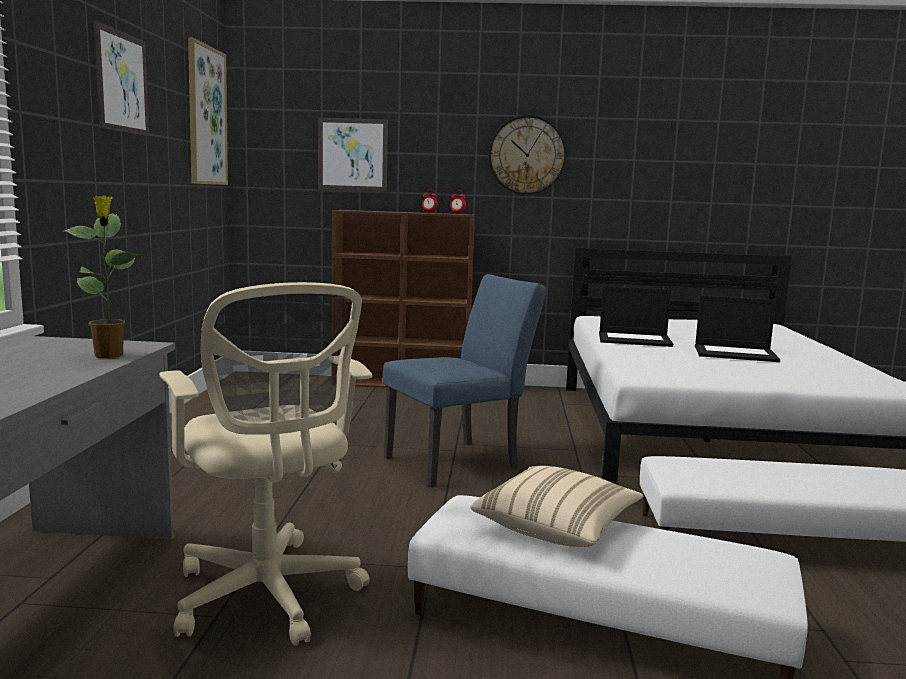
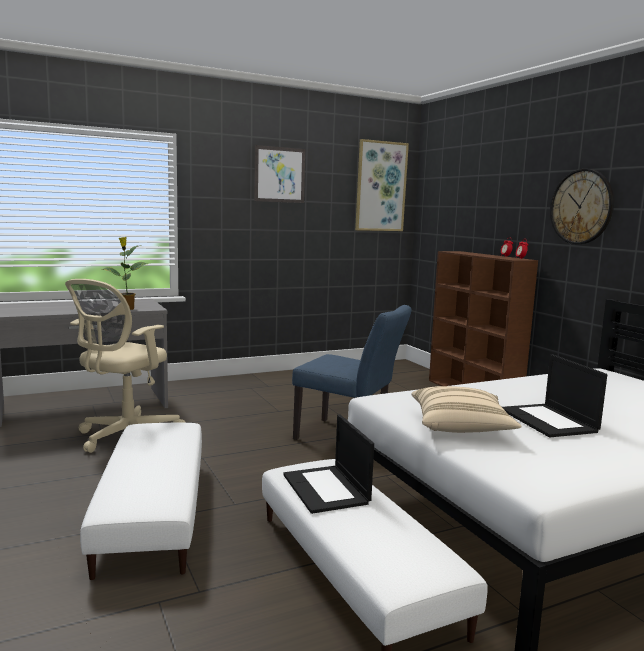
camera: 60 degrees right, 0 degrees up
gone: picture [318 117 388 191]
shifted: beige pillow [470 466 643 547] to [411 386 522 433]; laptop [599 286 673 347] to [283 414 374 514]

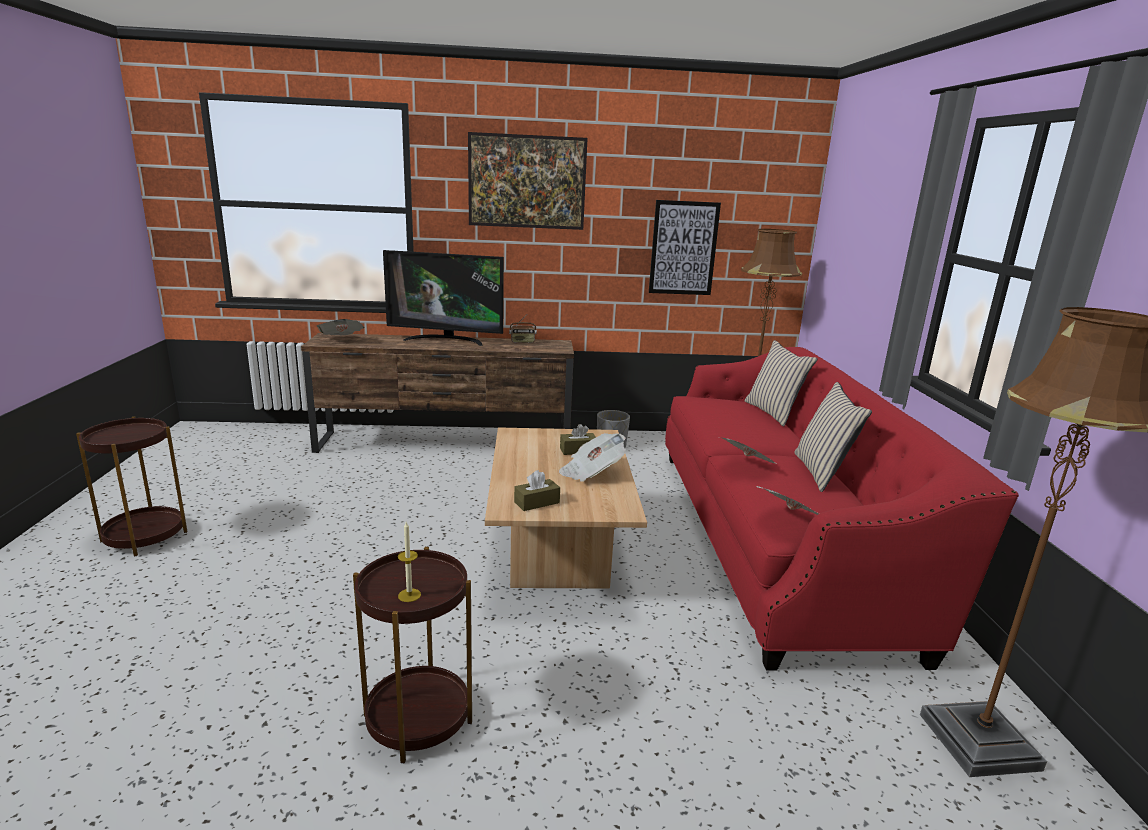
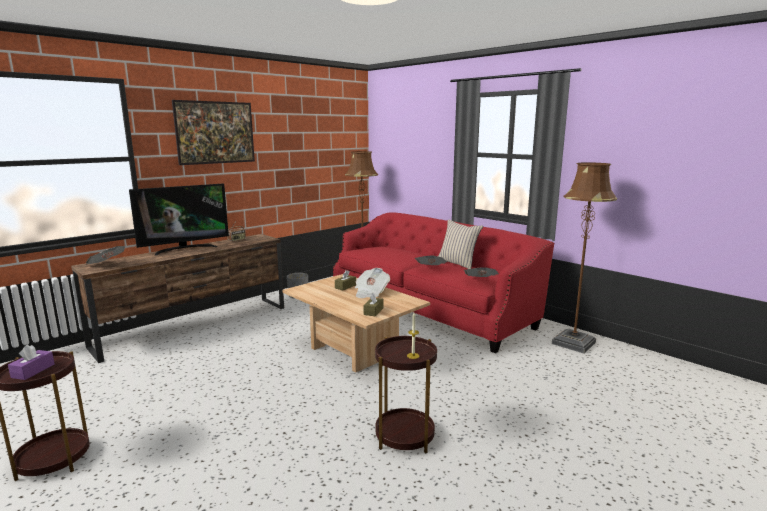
camera: 40 degrees left, 5 degrees down
gone: picture [649 200 721 295]; beige pillow [745 340 818 427]
new: purple tissue box [8 345 55 380]

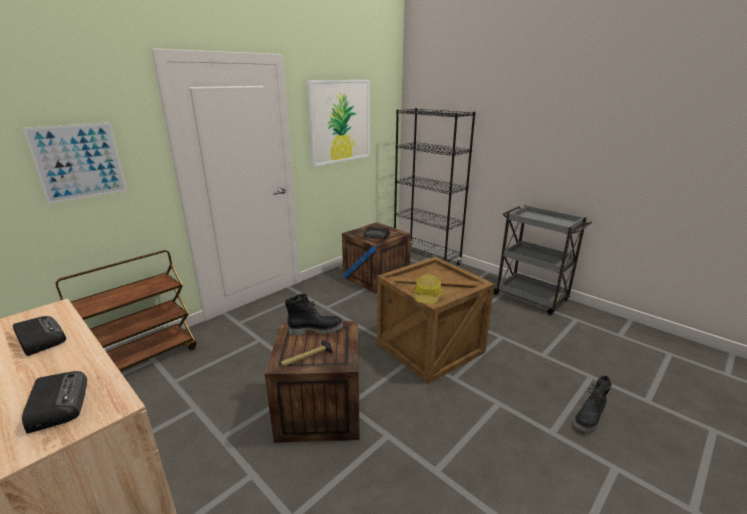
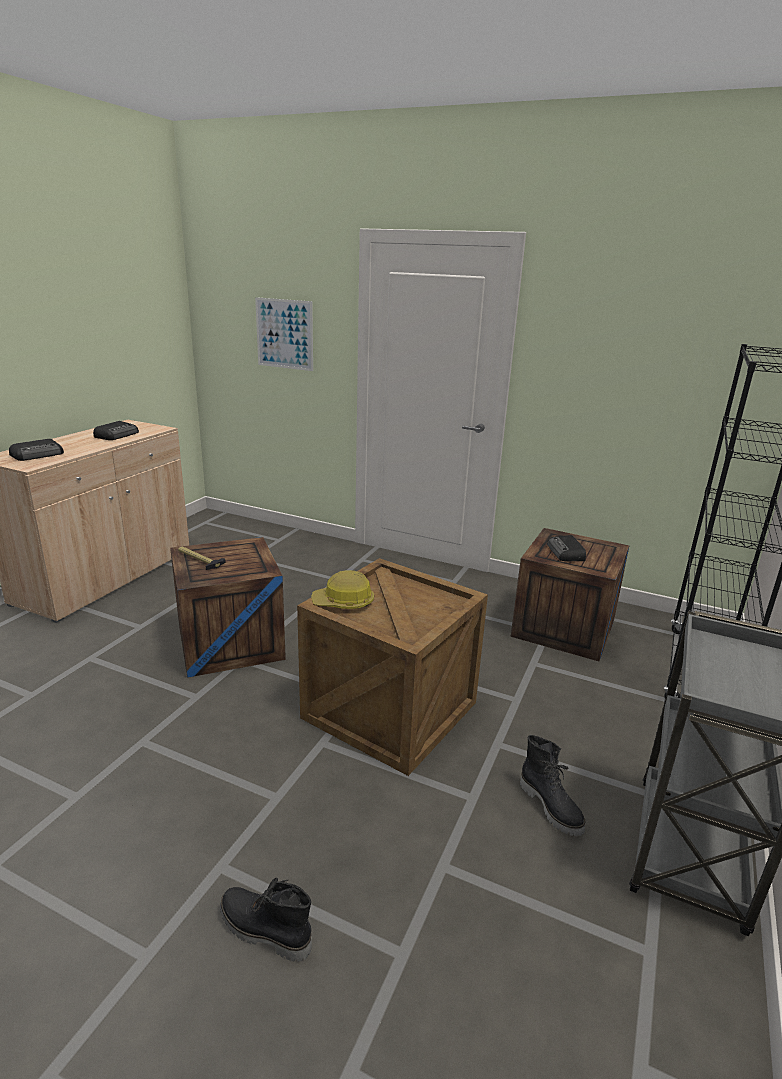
camera: 70 degrees right, 0 degrees up
gone: brown cart [56 250 196 371]; picture [307 80 370 167]
shifted: black boot [285 293 343 336] to [520 735 585 836]

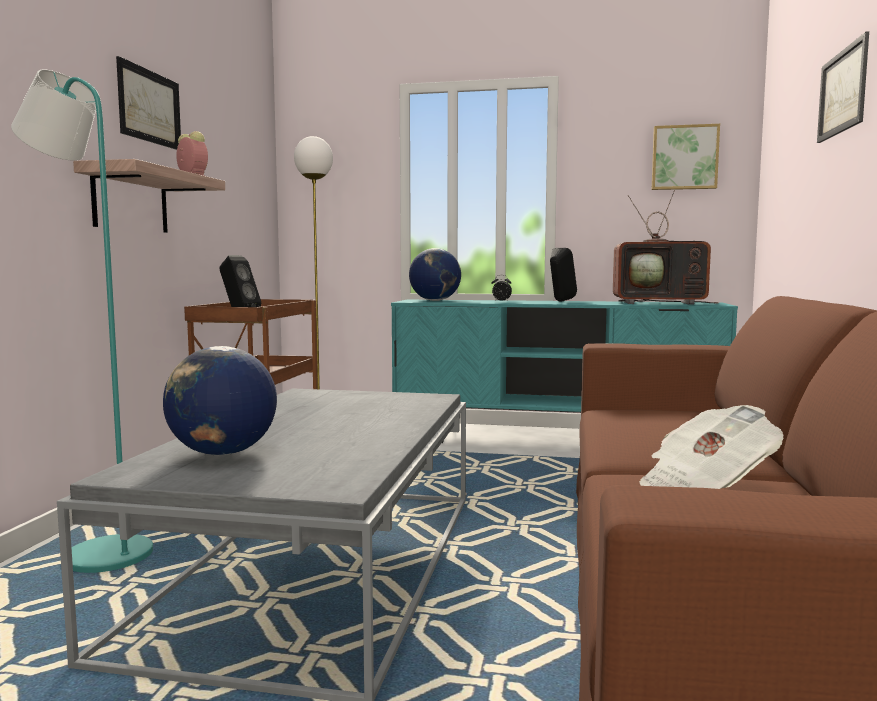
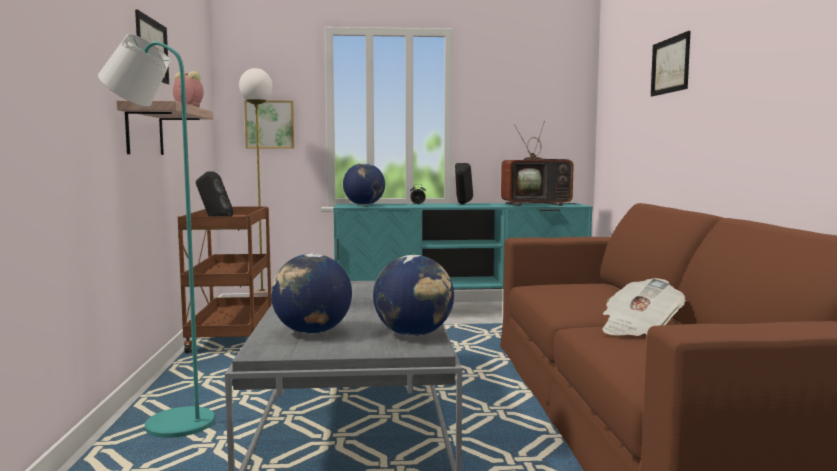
camera: 15 degrees left, 0 degrees up
new: globe [373 255 454 336]
shifted: picture [652 124 720 190] to [244 100 294 149]

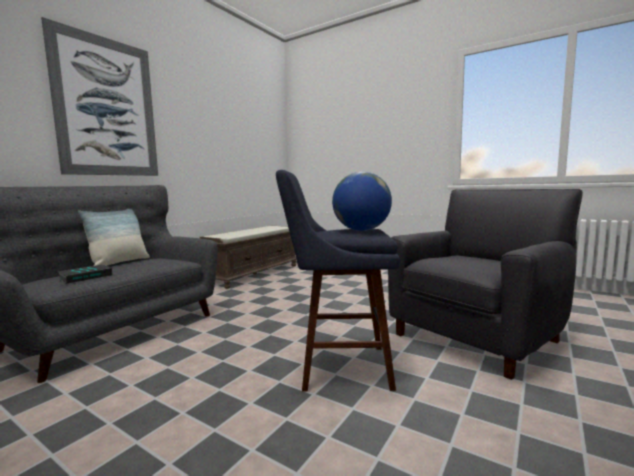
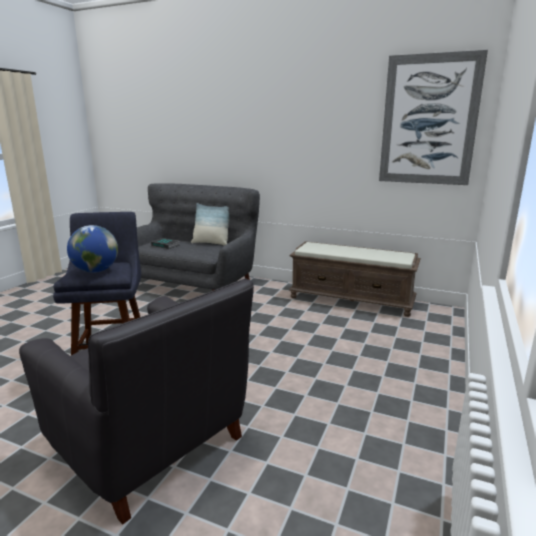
camera: 80 degrees right, 10 degrees up
shifted: picture [41 17 158 176] to [379 50 488 185]

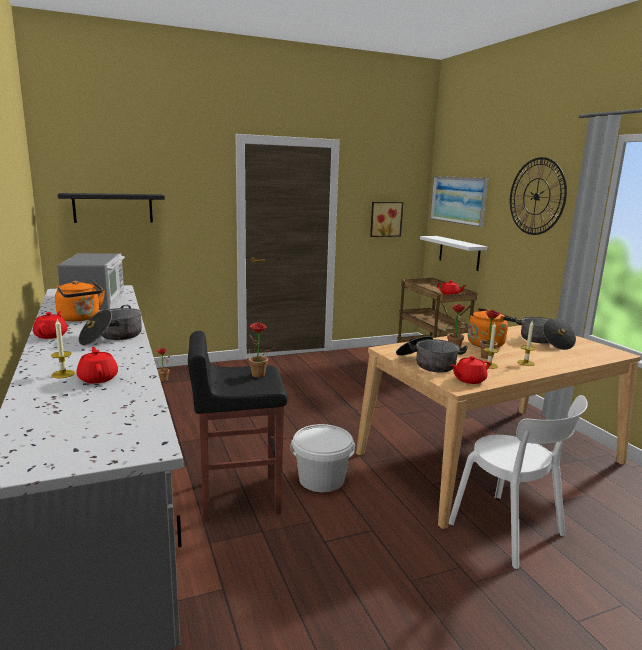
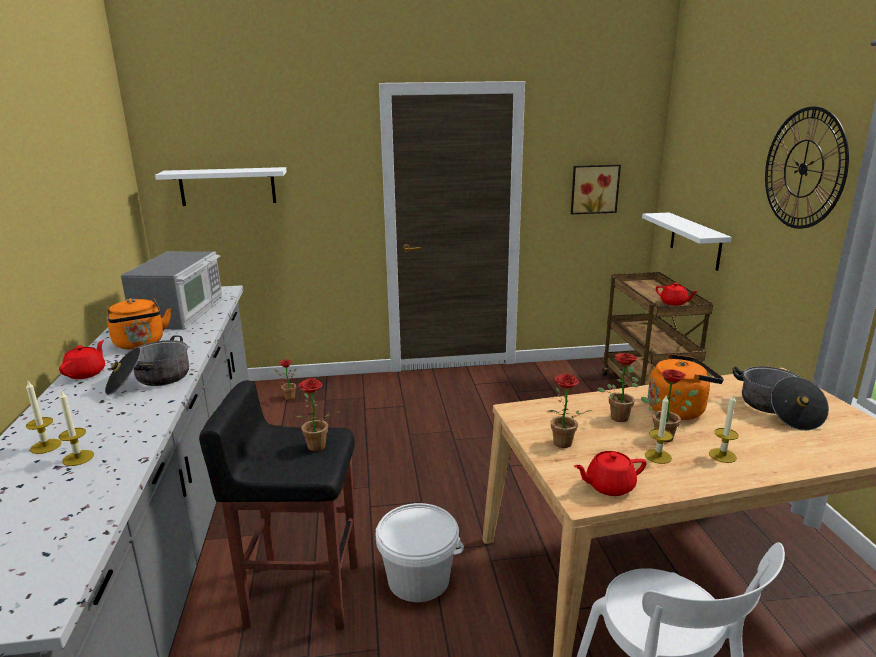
camera: 15 degrees right, 5 degrees up
gone: picture [430 176 488 227]
swapped: red teapot [76 347 118 384] to candle [58 390 94 466]; cooking pot [396 336 468 372] to potted plant [546 373 592 448]
repainted: black shelf [58 193 165 223] to white shelf [155 167 287 206]

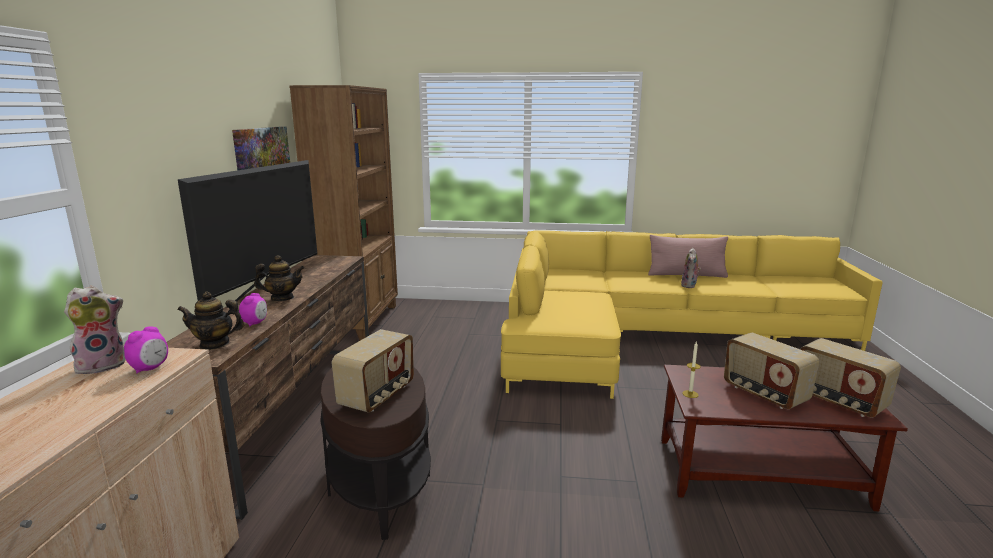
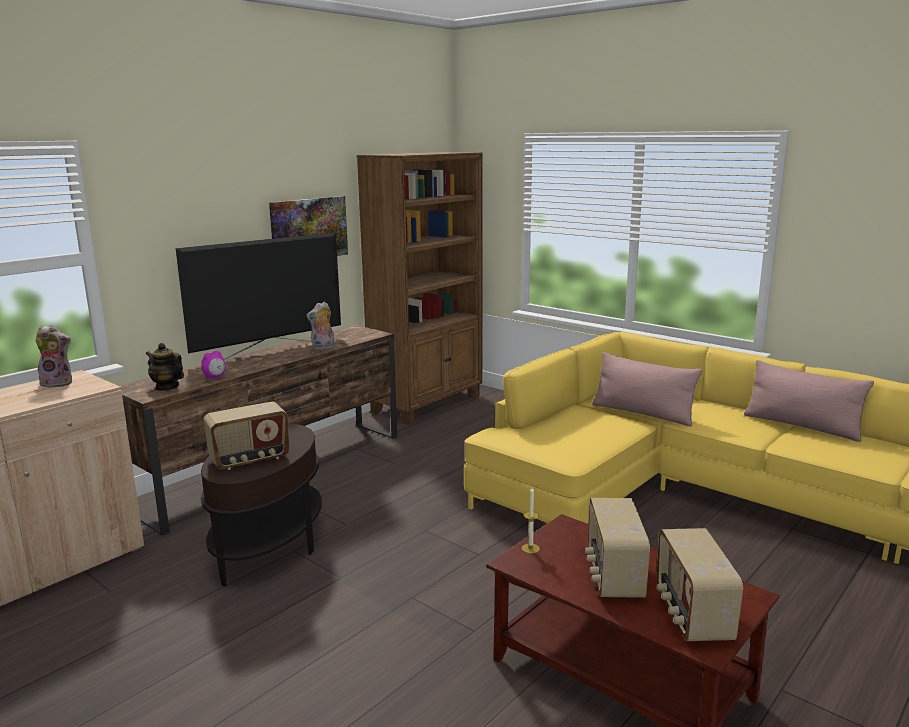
camera: 35 degrees right, 0 degrees up
gone: alarm clock [124 326 168 374]; teapot [254 255 304 301]
new: pink pillow [592 352 702 427]
shifted: plush toy [681 248 701 288] to [306 302 335 350]

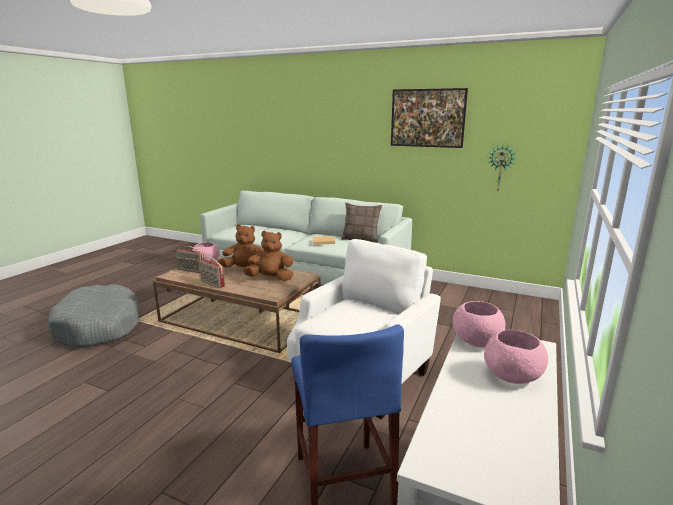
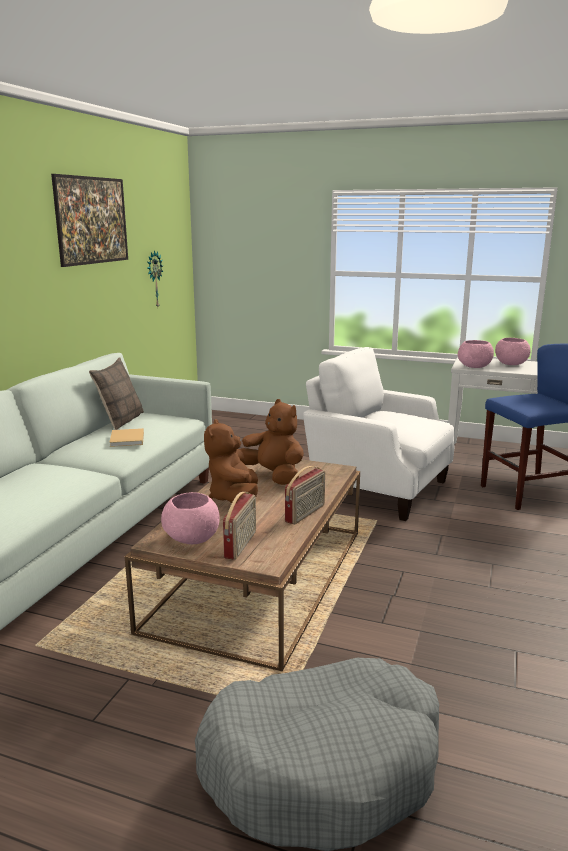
camera: 95 degrees left, 0 degrees up
rotated: brown plush toy [243 231 294 281] = [239 399 304 485] 135 degrees clockwise

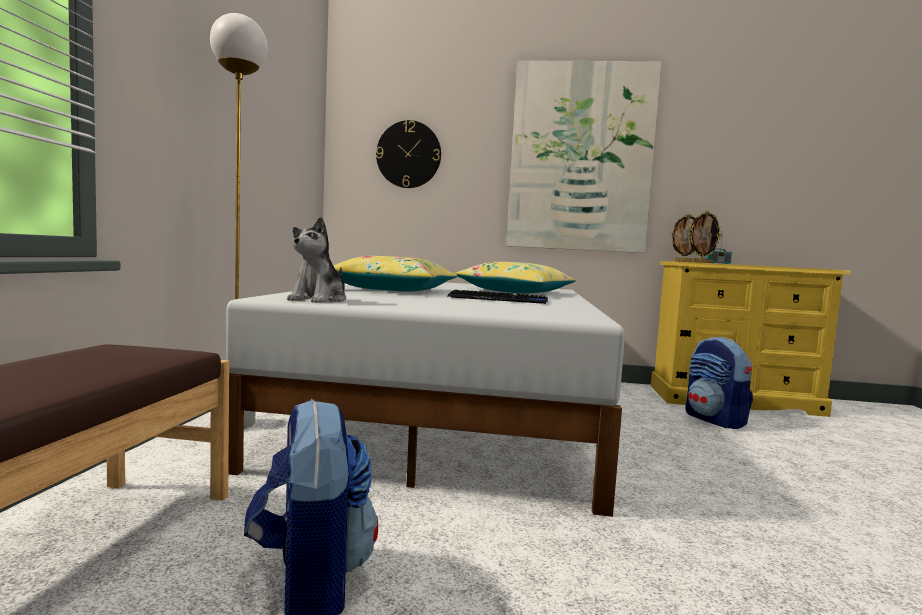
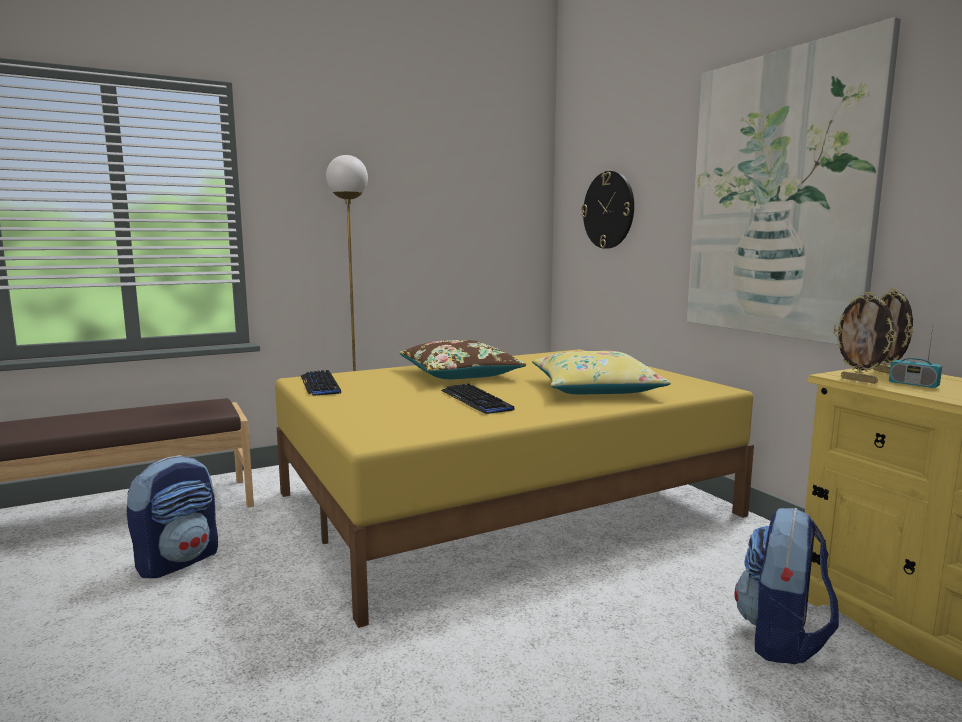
camera: 55 degrees right, 5 degrees up
swapped: plush toy [287 217 346 303] to keyboard [301 370 341 396]
repainted: white bed [226 282 625 517] to yellow bed [275 349 754 628]; yellow pillow [333 256 458 292] to brown pillow [399 340 526 379]

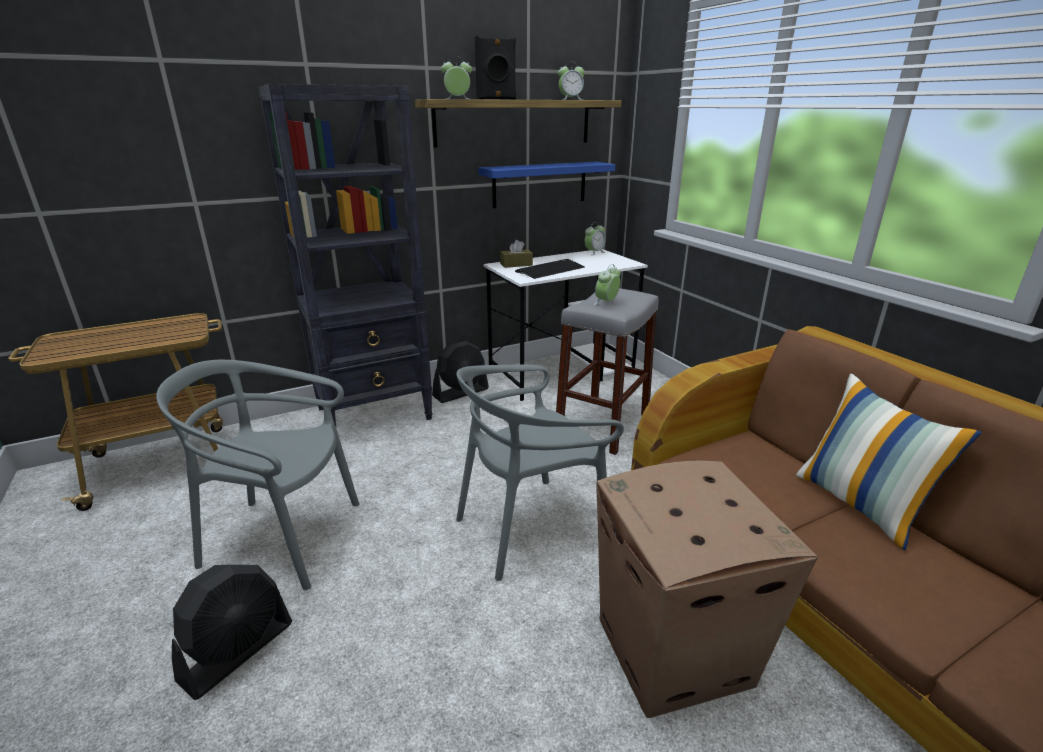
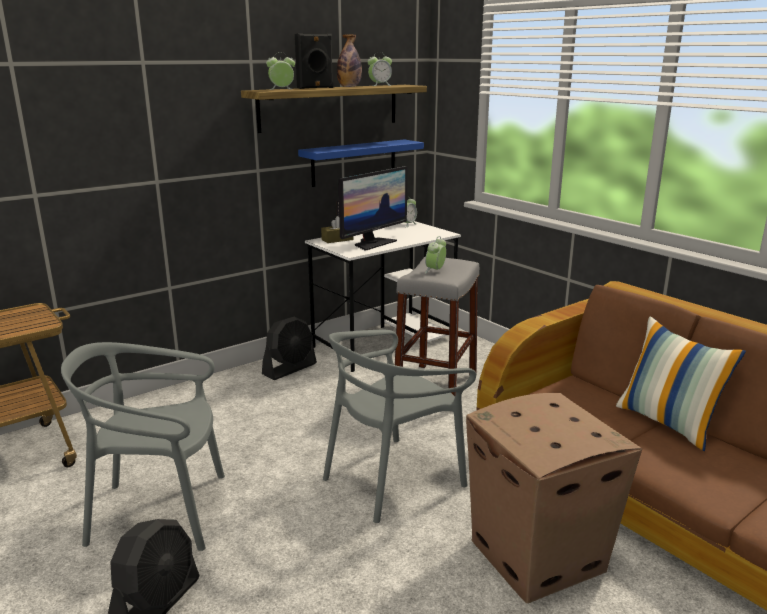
camera: 10 degrees left, 5 degrees down
gone: black bookcase [259 84 433 426]
new: bottle [337 34 362 87]
swapped: keyboard [515 259 585 279] to monitor [336 166 407 251]

